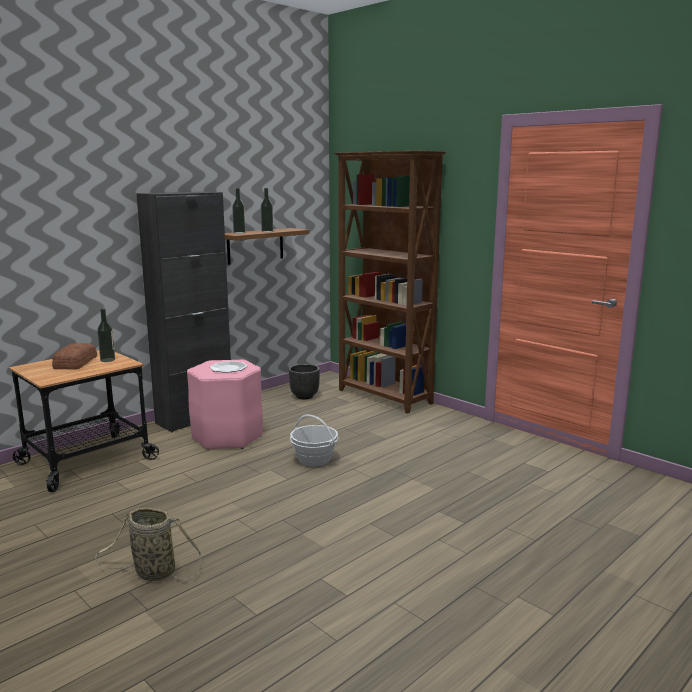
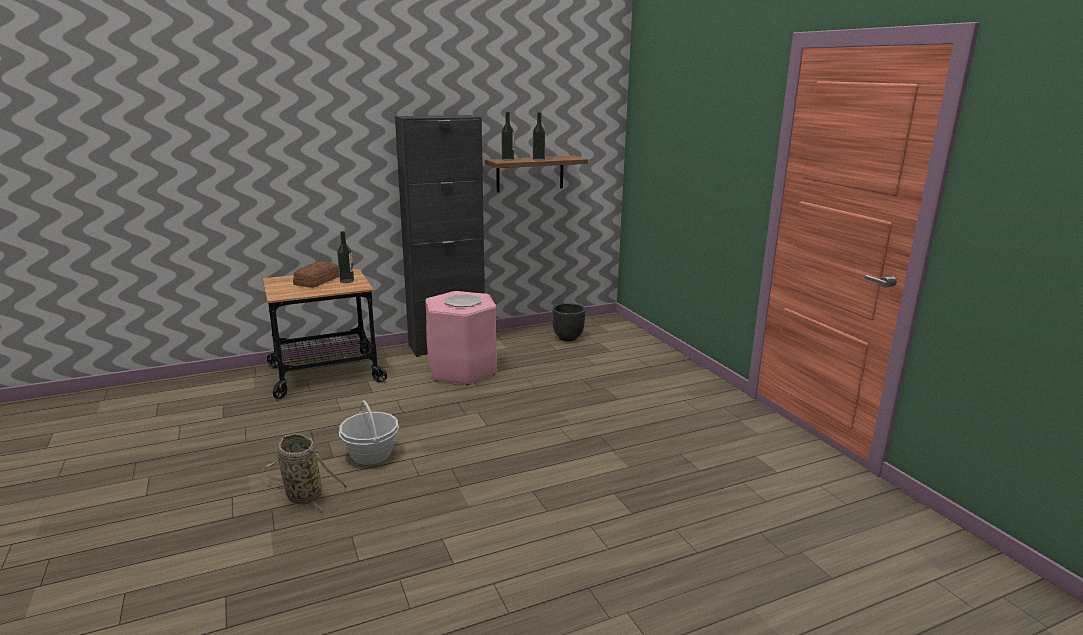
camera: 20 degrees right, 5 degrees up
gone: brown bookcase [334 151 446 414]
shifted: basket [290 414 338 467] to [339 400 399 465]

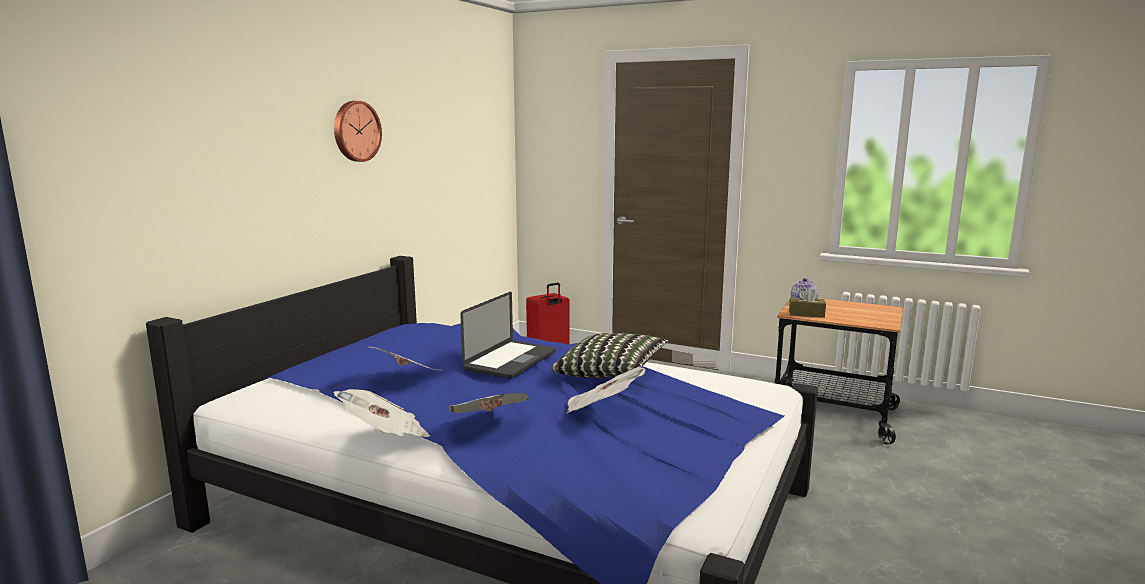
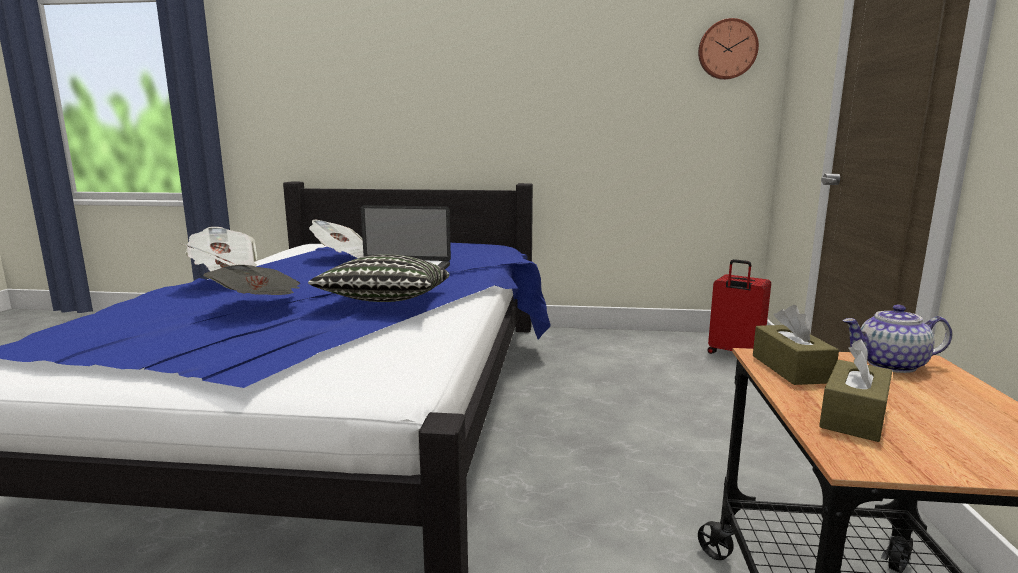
camera: 70 degrees right, 0 degrees up
new: brown tissue box [819 339 892 442]
shifted: wall clock [334 101 382 162] to [698 18 759 80]

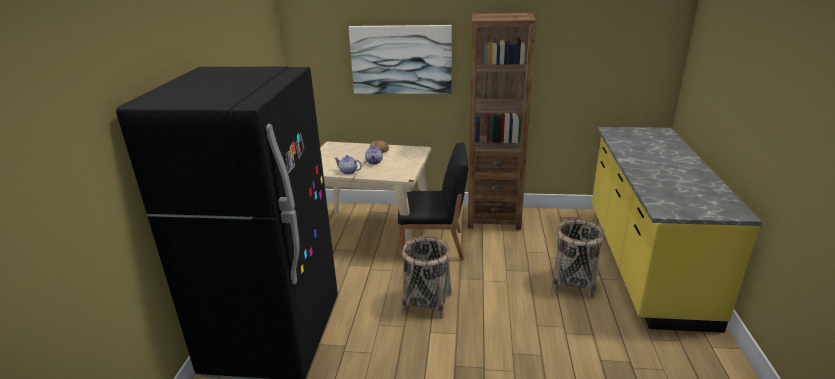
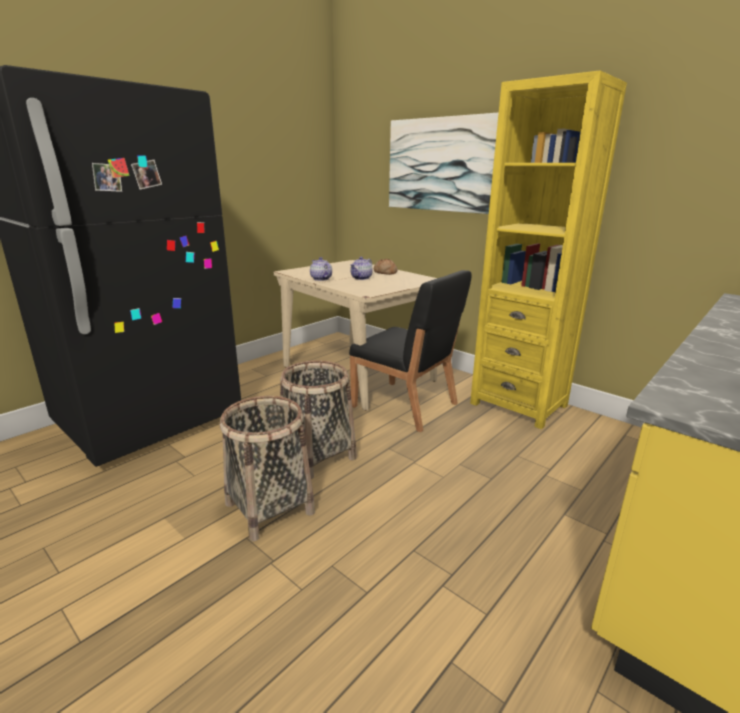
camera: 35 degrees right, 5 degrees down
shifted: basket [552 218 605 298] to [220 396 315 541]
repainted: brown bookcase [468 13 536 230] to yellow bookcase [470 70 627 429]

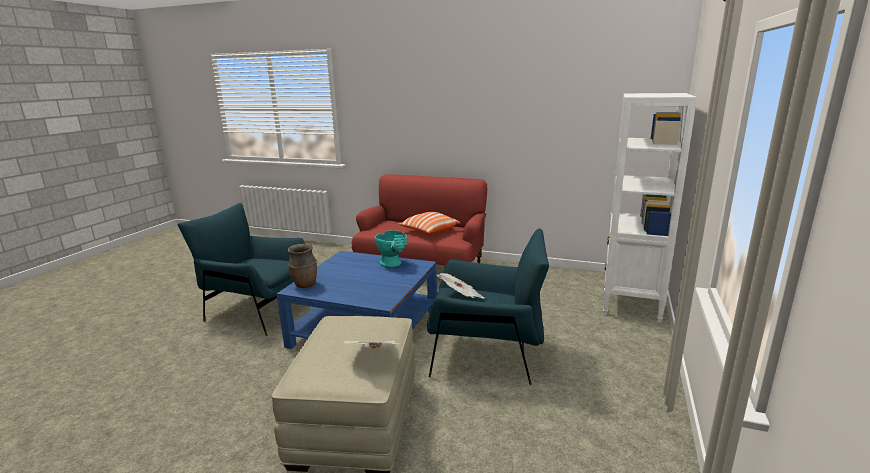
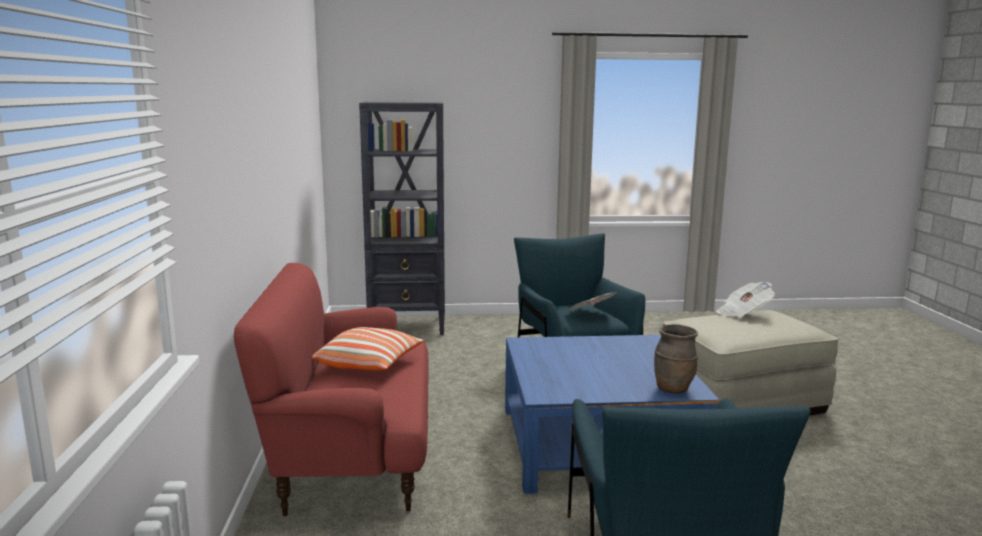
camera: 115 degrees left, 5 degrees down
gone: turquoise vase [375 230 408 268]
repainted: white bookcase [603 93 697 323] to black bookcase [359 102 445 335]

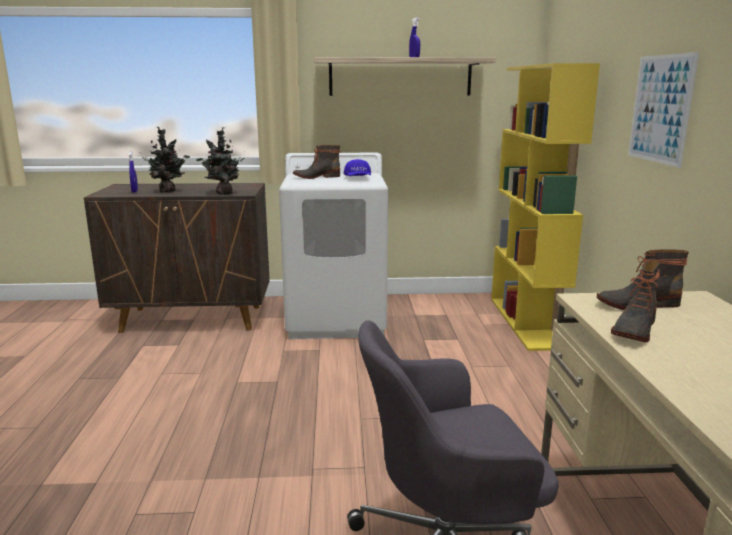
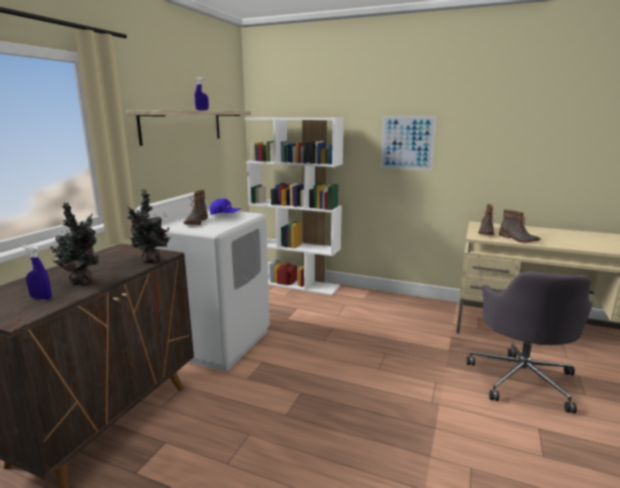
camera: 65 degrees left, 0 degrees up
repainted: yellow bookcase [491 63 600 351] to white bookcase [245 118 344 295]

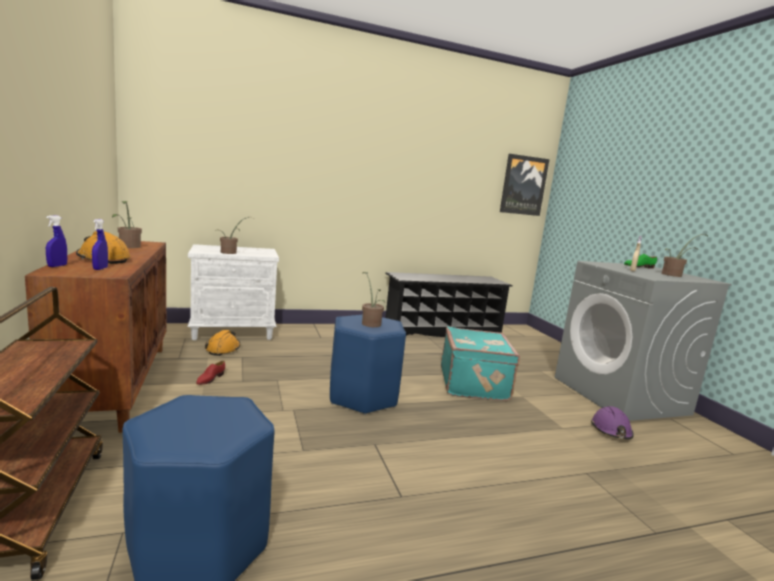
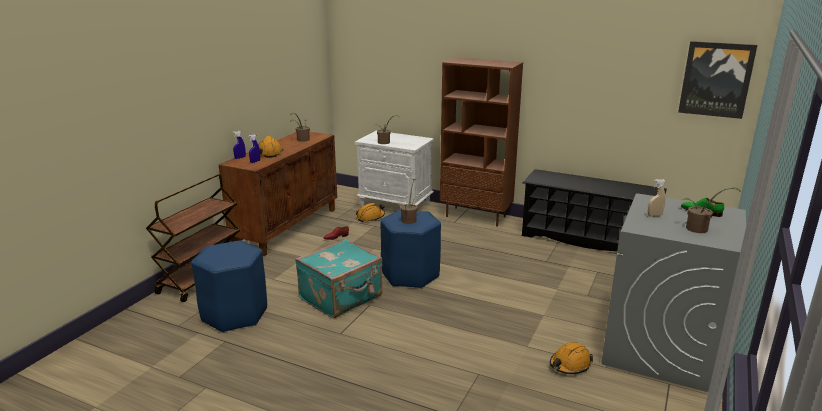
camera: 45 degrees right, 10 degrees up
new: brown bookcase [440 57 523 227]
shifted: turquoise suitcase [441 327 520 401] to [295 239 382 318]
repainted: purple hard hat [591 406 634 439] to orange hard hat [550 342 593 374]

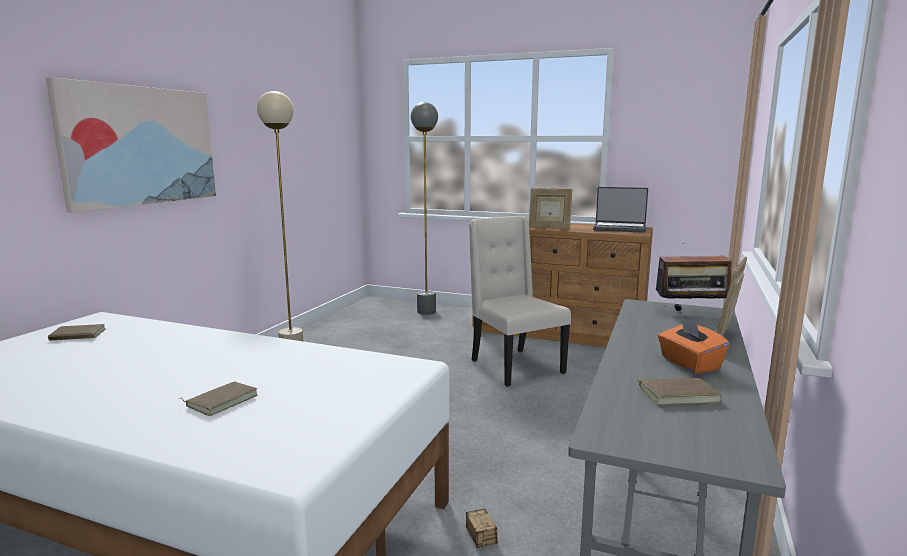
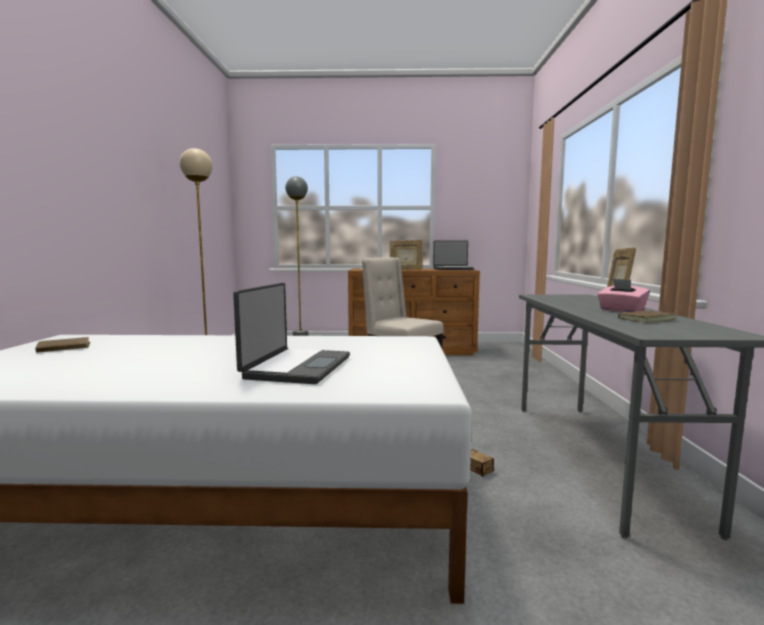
camera: 20 degrees left, 5 degrees down
gone: picture [46 77 216 213]; radio [656 243 731 311]
swapped: brown book [181 381 257 416] to laptop [233 283 350 384]
repainted: orange tissue box [658 316 729 374] to pink tissue box [597 279 650 312]

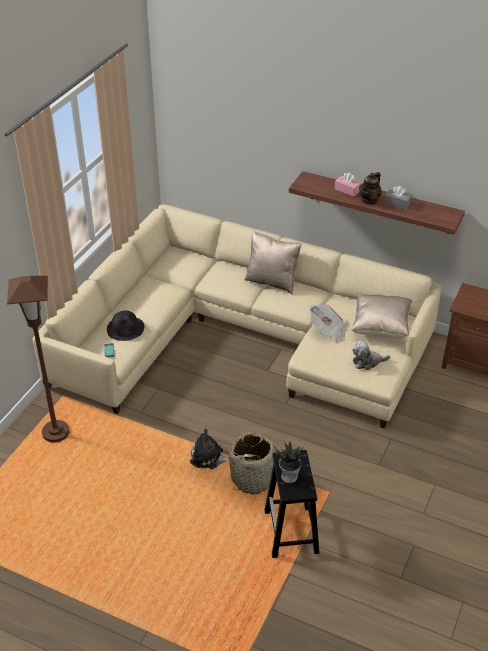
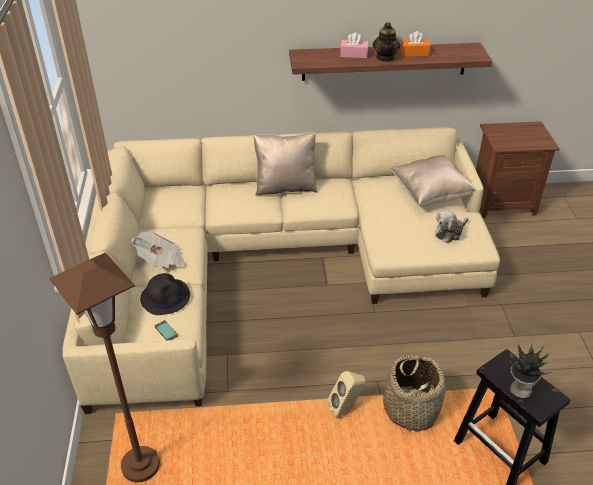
camera: 30 degrees left, 0 degrees up
shifted: newspaper [310 304 346 340] to [131 231 186 268]
swapped: plush toy [190 428 229 469] to beige speaker [327 371 366 418]
repainted: grey tissue box [384 186 412 210] to orange tissue box [400 31 431 57]

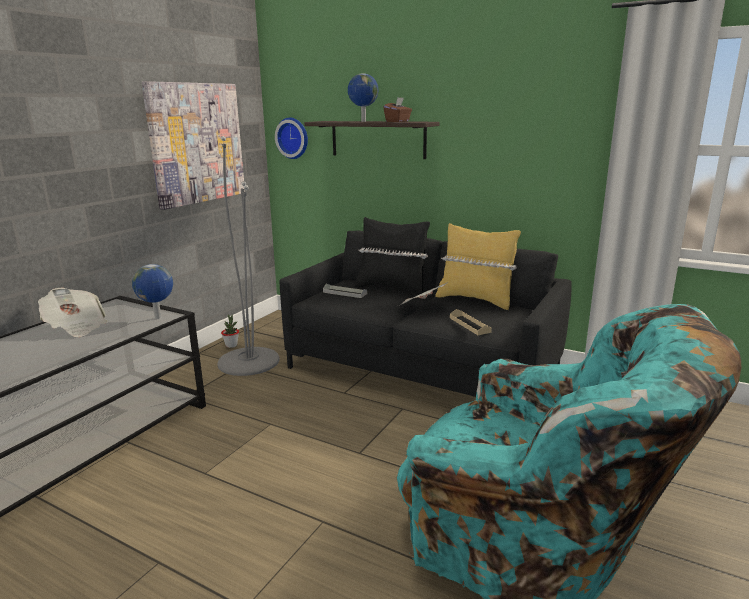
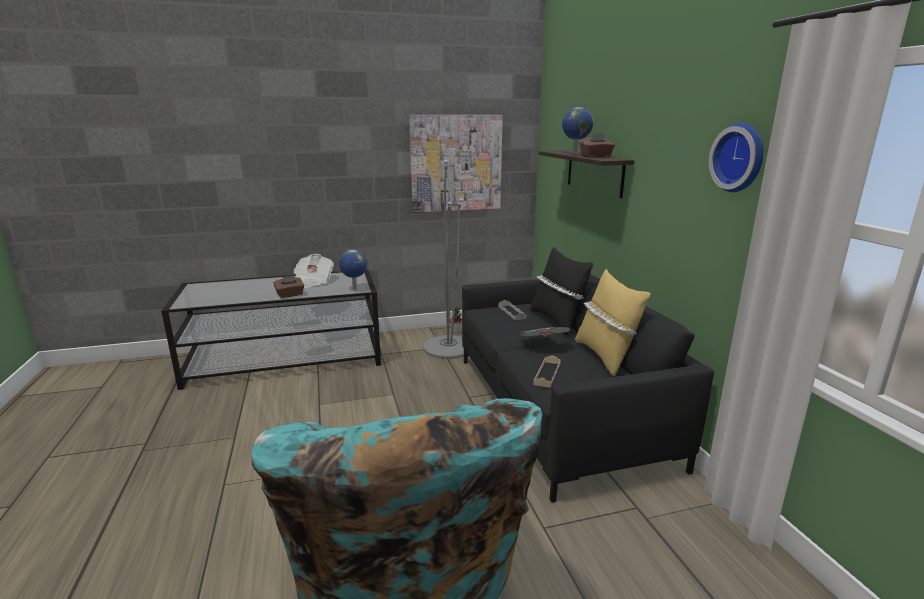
camera: 45 degrees right, 0 degrees up
new: brown tissue box [273 275 304 298]
shifted: wall clock [275 118 308 159] to [709 123 763 192]

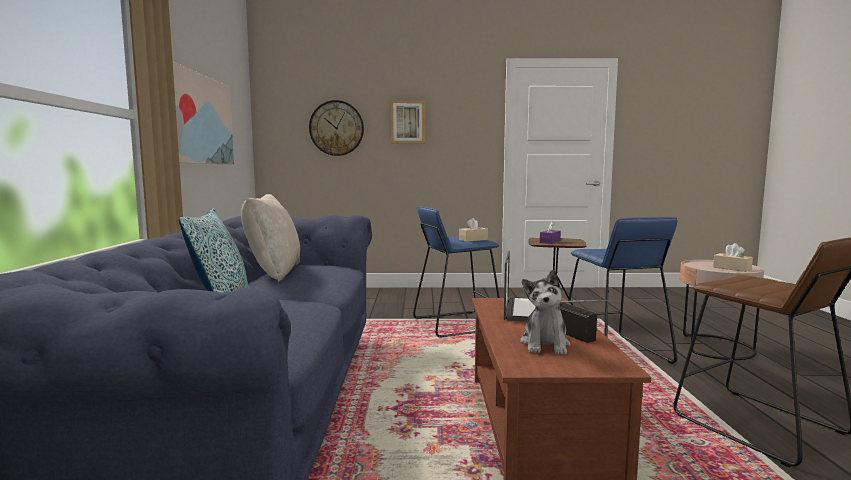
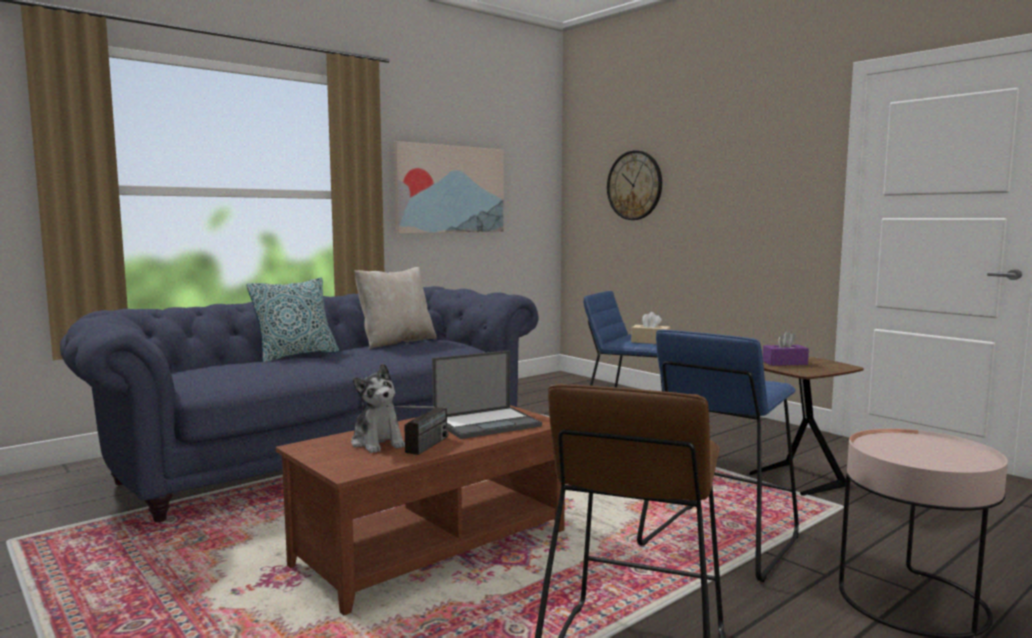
camera: 50 degrees right, 0 degrees up
gone: picture [391 101 425 143]; beige tissue box [713 243 753 272]
rotated: plush toy [520 270 571 355] = [351 363 405 453] 90 degrees counterclockwise

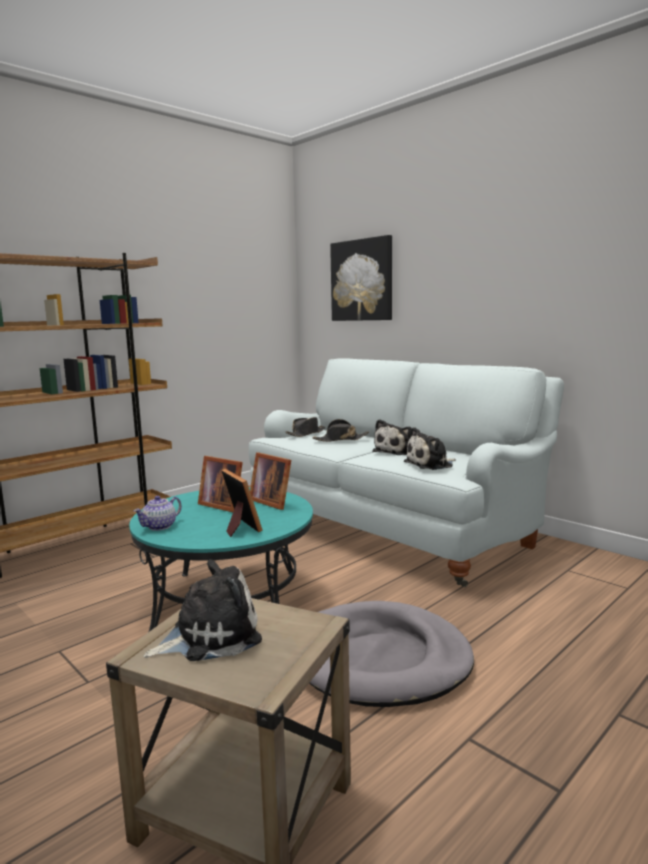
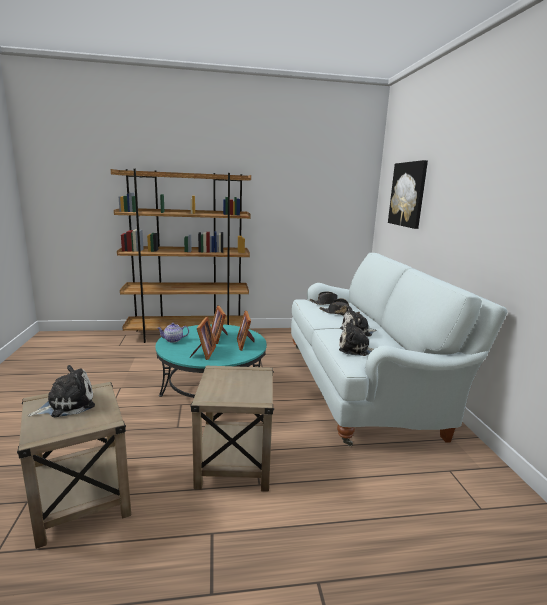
camera: 35 degrees right, 5 degrees up
swapped: grey dog bed [309 601 474 707] to beige side table [190 366 274 492]
rotated: plush toy [143 559 262 661] = [28 365 95 417] 45 degrees counterclockwise

